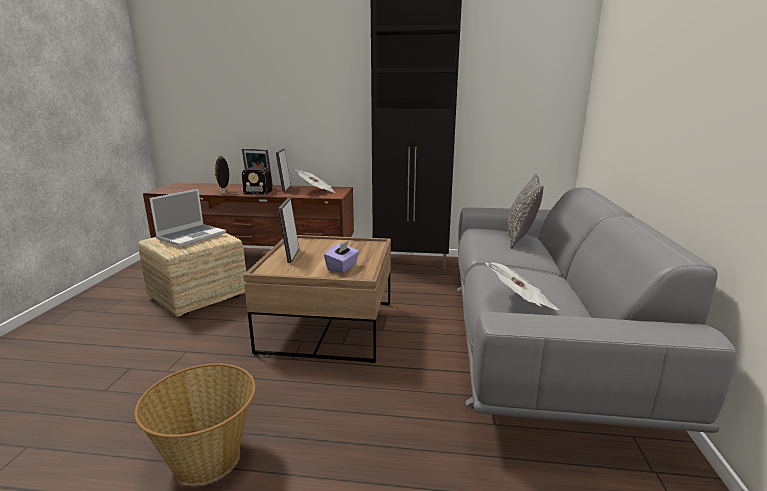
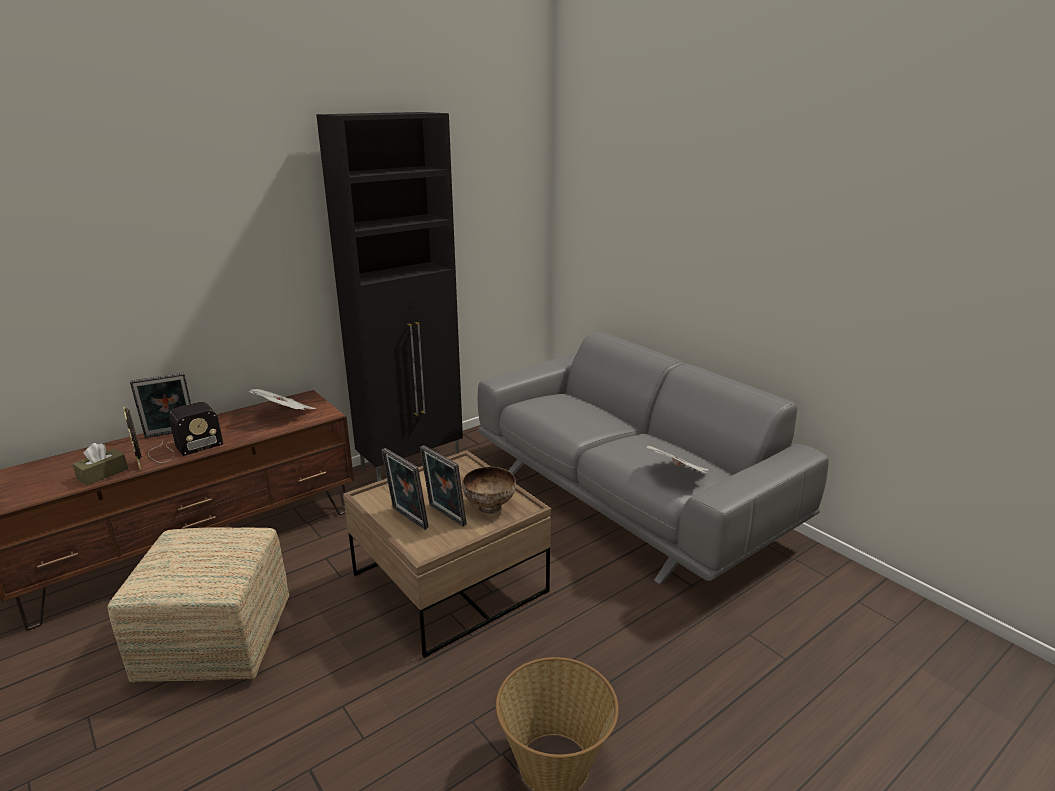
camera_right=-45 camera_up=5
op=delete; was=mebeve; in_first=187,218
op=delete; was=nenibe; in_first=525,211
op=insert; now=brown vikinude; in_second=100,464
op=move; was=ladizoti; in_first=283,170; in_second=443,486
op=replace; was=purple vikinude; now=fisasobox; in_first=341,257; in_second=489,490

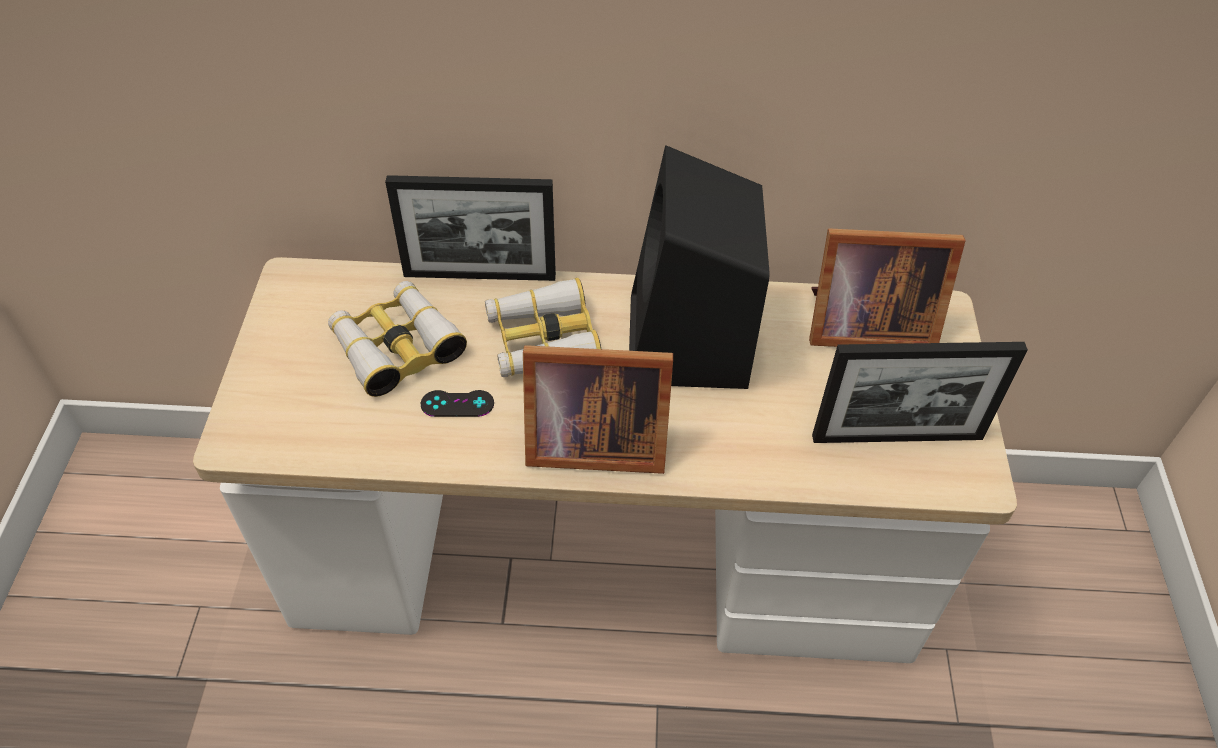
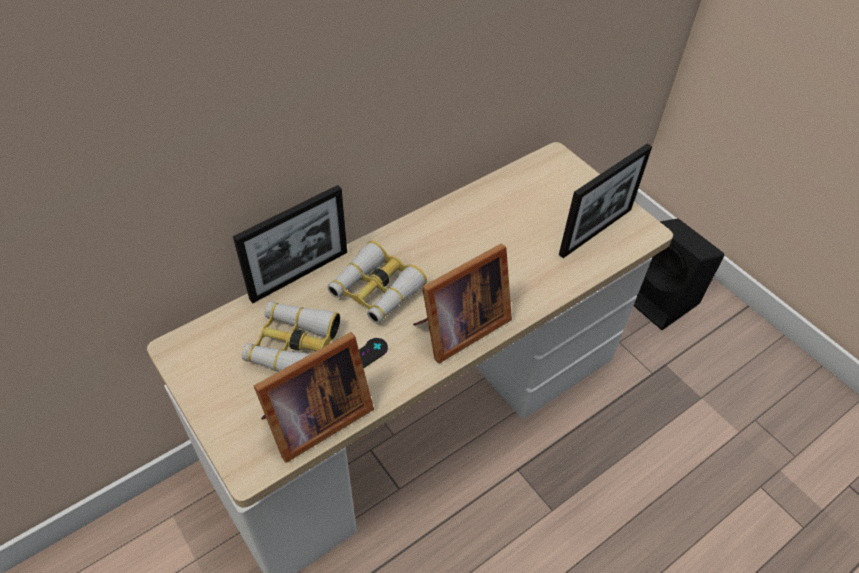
camera_right=-40 camera_up=0
op=move; was=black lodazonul; in_first=699,267; in_second=679,274
op=move; was=ladizoti; in_first=887,287; in_second=314,397

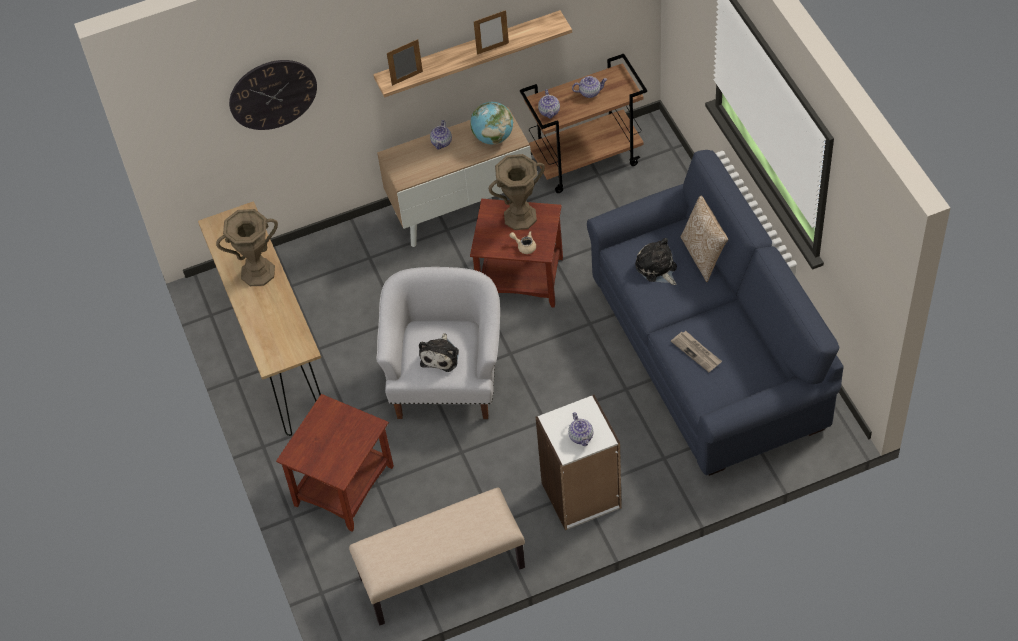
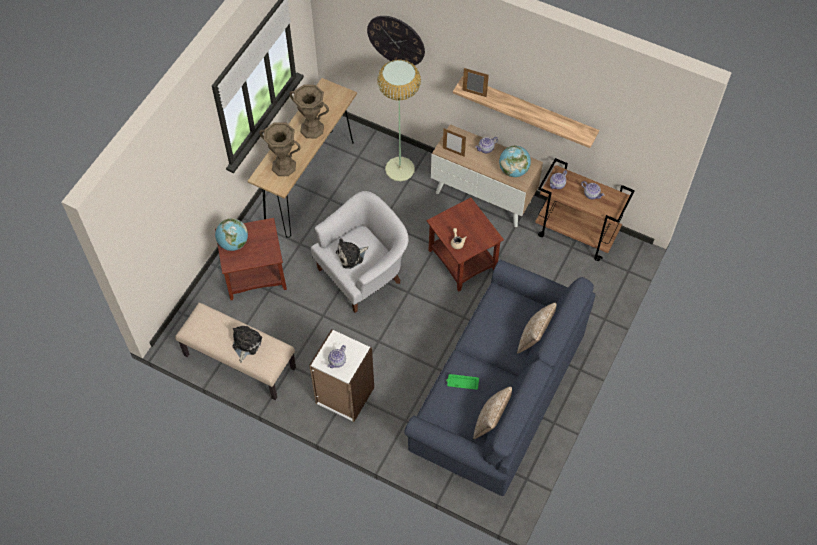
camera_right=45 camera_up=5
op=insert; now=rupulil; in_second=231,234
op=insert; now=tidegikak; in_second=399,120
op=insert; now=nenibe; in_second=492,412
op=move; was=ladizoti; in_first=491,32; in_second=454,142
op=move; was=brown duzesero; in_first=517,192; in_second=280,149
op=move; was=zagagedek; in_first=656,261; in_second=247,344
op=replace; was=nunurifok; now=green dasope; in_first=696,351; in_second=462,382

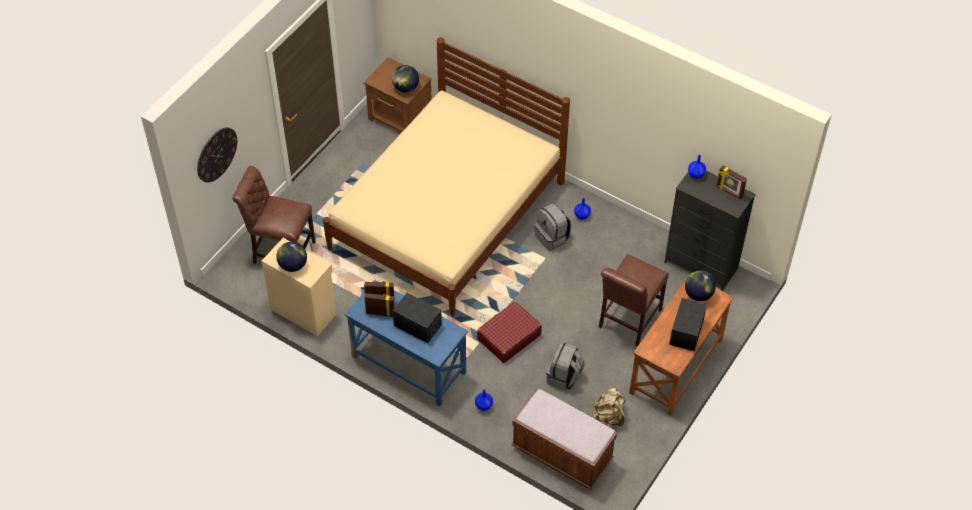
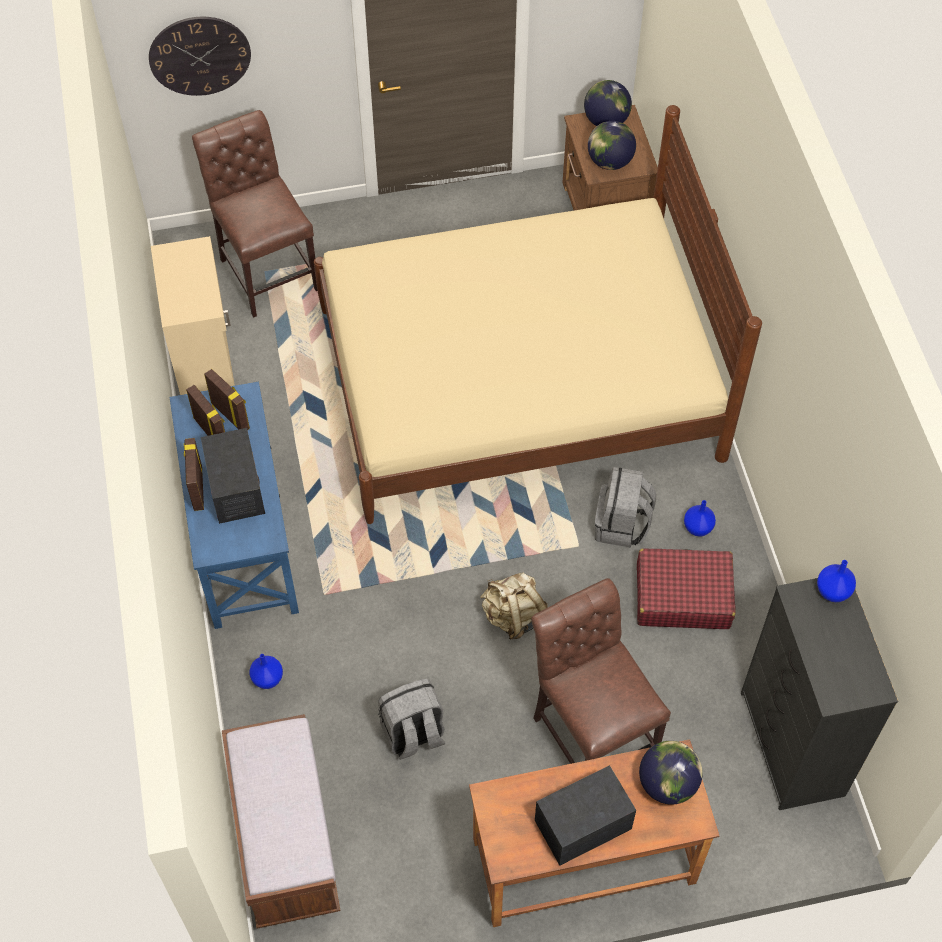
camera_right=45 camera_up=5
op=move; was=rupulil; in_first=291,257; in_second=608,103
op=move; was=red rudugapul; in_first=509,332; in_second=686,588
op=move; was=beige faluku; in_first=609,407; in_second=514,605
op=move; was=ladizoti; in_first=732,182; in_second=194,474
op=rotate; was=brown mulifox; in_first=634,300; in_second=601,671; clockwise=75

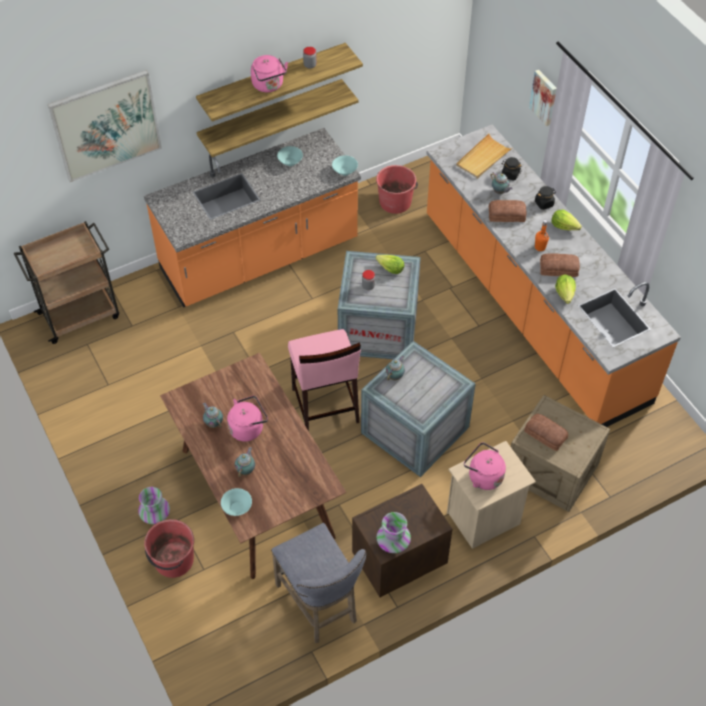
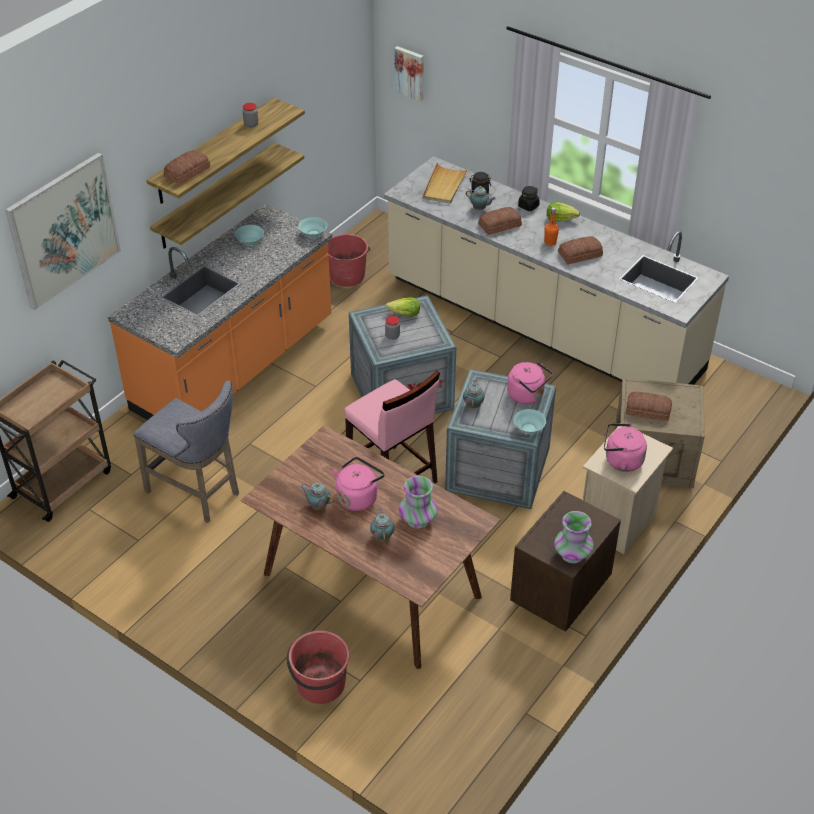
camera_right=-25 camera_up=-10
op=delete; was=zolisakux; in_first=565,289
op=insert; now=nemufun; in_second=187,167
op=move; was=duzesero; in_first=154,505; in_second=418,502
op=move; was=turquoise fisasobox; in_first=236,502; in_second=530,421
op=move; was=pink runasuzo; in_first=269,73; in_second=530,383
op=move; was=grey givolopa; in_first=318,583; in_second=186,452
op=move; was=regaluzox; in_first=543,98; in_second=409,74
op=recolor; was=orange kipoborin; now=beige kipoborin; in_first=553,276; in_second=556,270

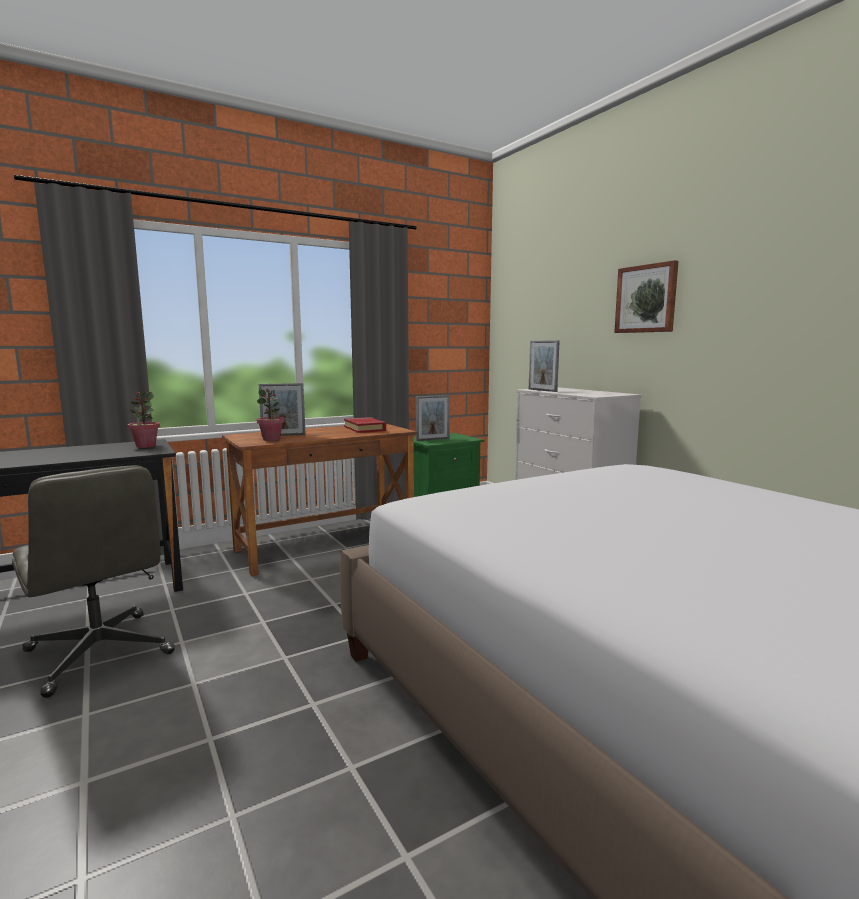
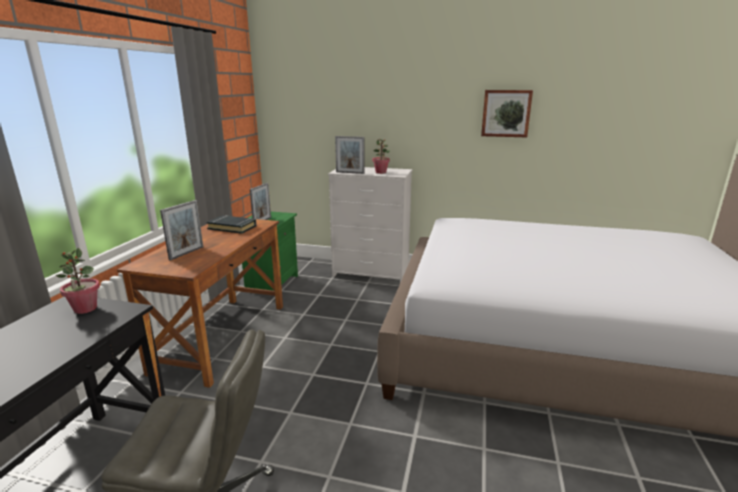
camera_right=-45 camera_up=10
op=move; was=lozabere; in_first=271,415; in_second=381,156
op=move; was=regaluzox; in_first=646,296; in_second=507,113
op=recolor; was=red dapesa; now=black dapesa; in_first=365,425; in_second=232,224

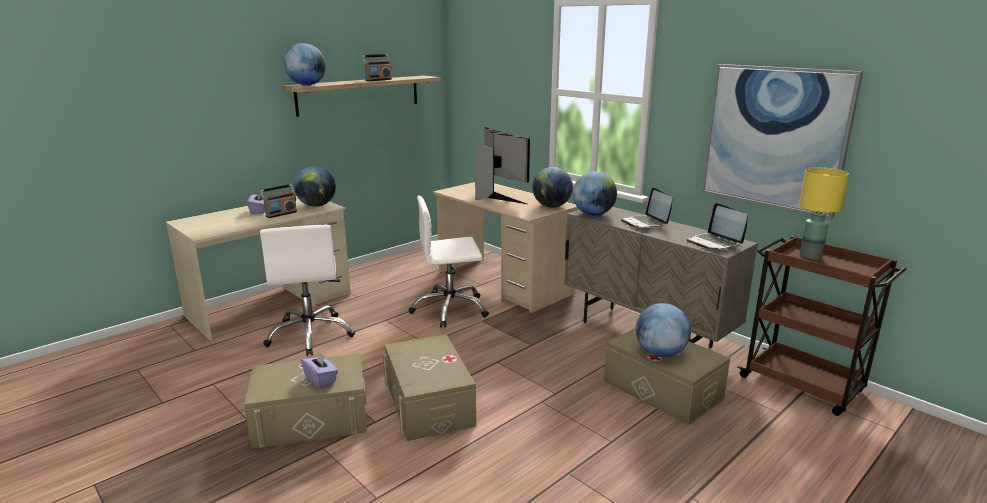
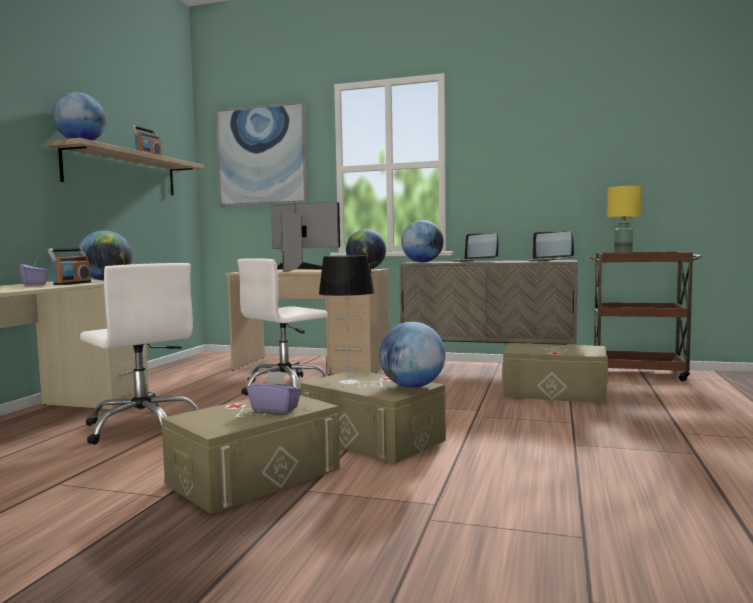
camera_right=-30 camera_up=-15
op=insert; now=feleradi; in_second=347,319
op=move; was=rupulil; in_first=663,330; in_second=412,355
op=move; was=regaluzox; in_first=782,141; in_second=261,154

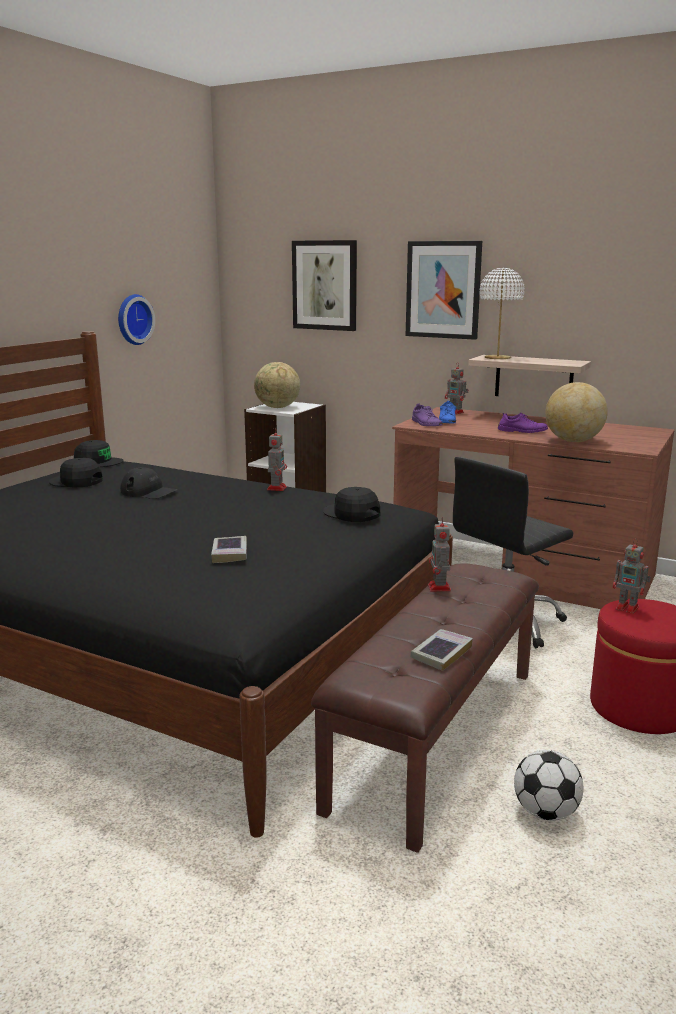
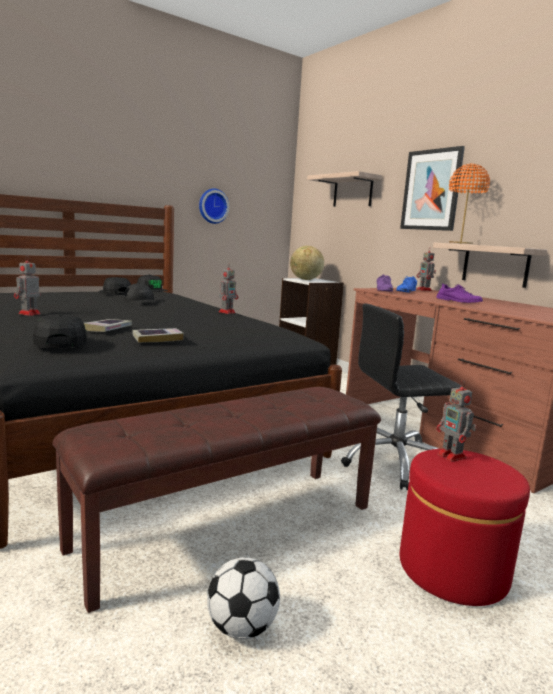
camera_right=25 camera_up=-5
op=delete; was=rupulil; in_first=576,412
op=move; was=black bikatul; in_first=351,504; in_second=60,331
op=move; was=dapesa; in_first=441,650; in_second=158,335
op=move; was=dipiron; in_first=439,554; in_second=27,286
op=replace; was=regaluzox; now=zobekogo; in_first=324,285; in_second=344,189
op=recolor; was=white feleradi; now=orange feleradi; in_first=502,313; in_second=469,204

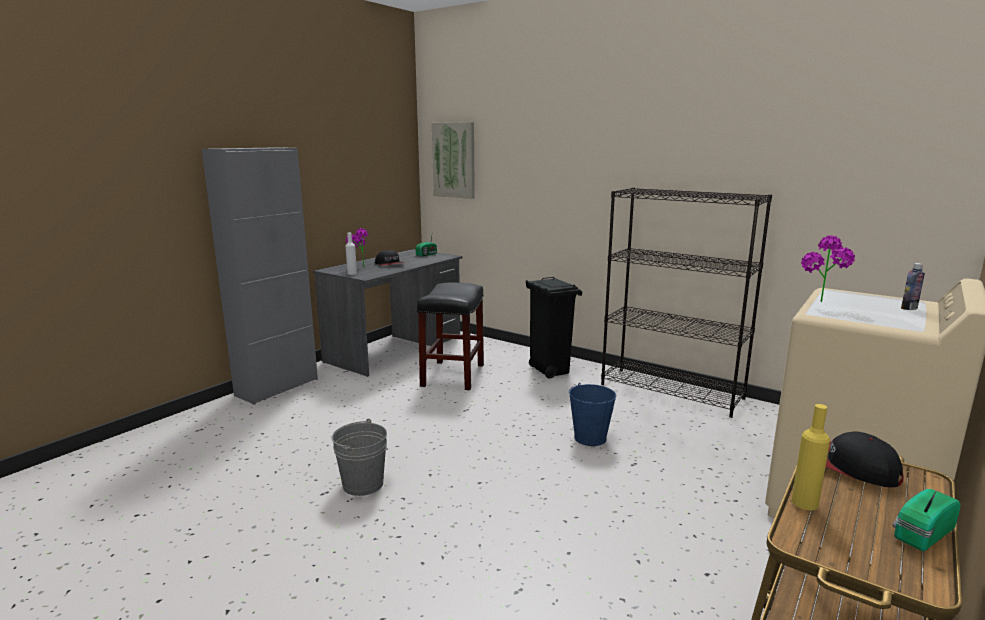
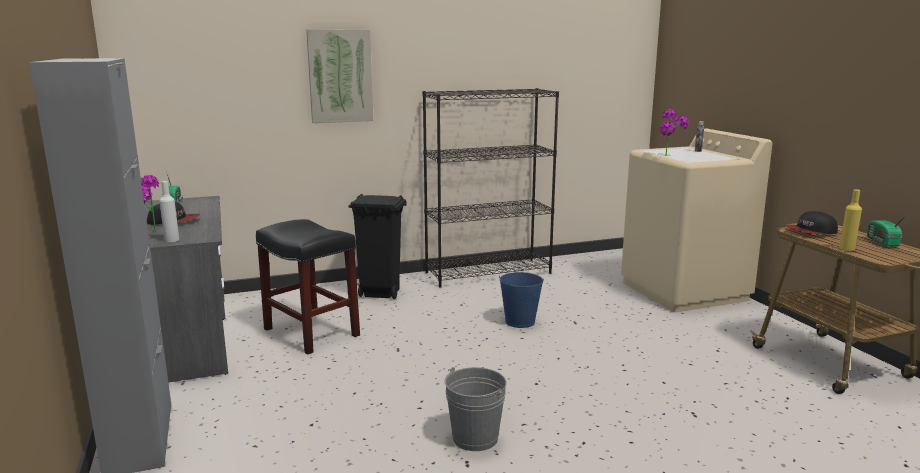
camera_right=-55 camera_up=0
op=move; was=regaluzox; in_first=453,160; in_second=339,76

